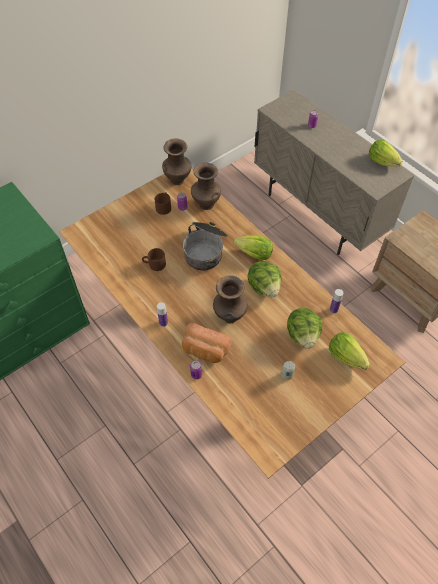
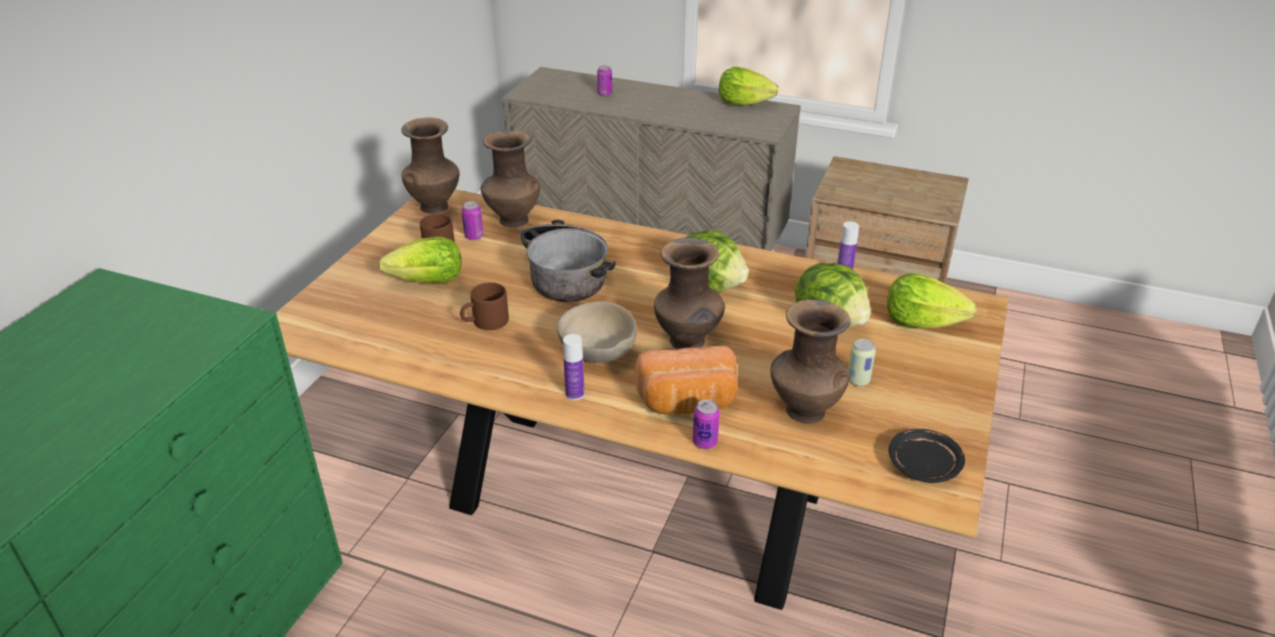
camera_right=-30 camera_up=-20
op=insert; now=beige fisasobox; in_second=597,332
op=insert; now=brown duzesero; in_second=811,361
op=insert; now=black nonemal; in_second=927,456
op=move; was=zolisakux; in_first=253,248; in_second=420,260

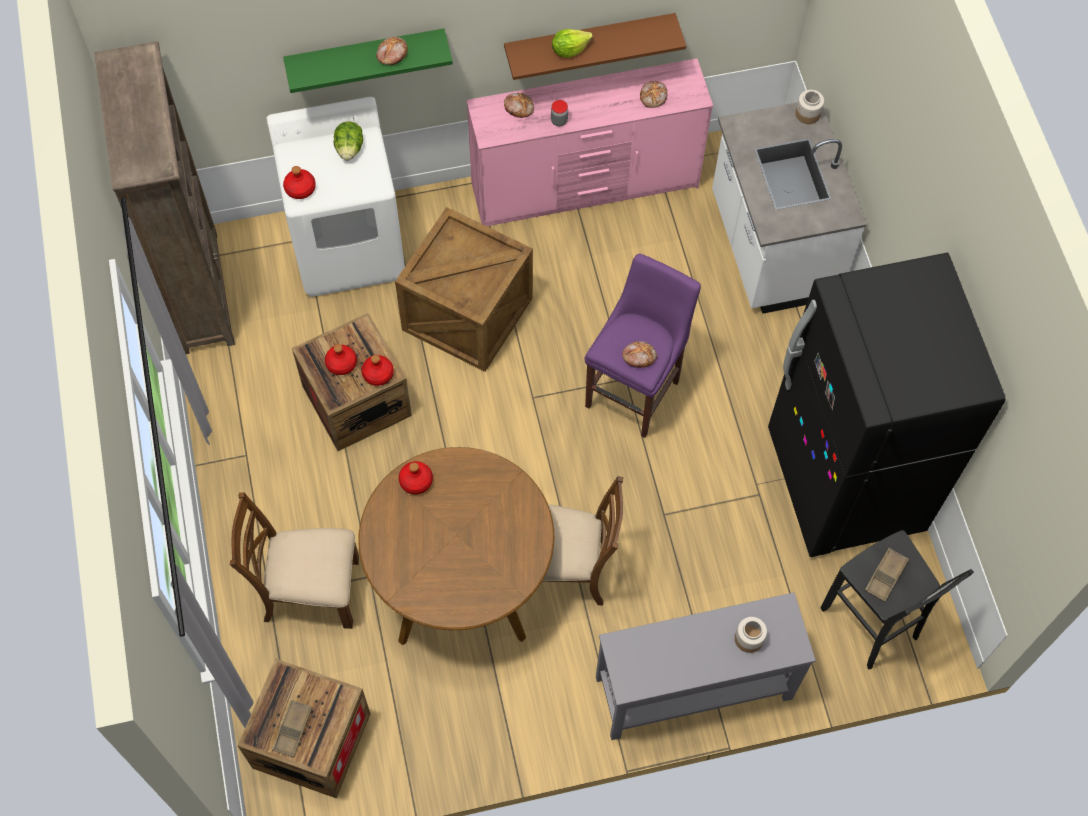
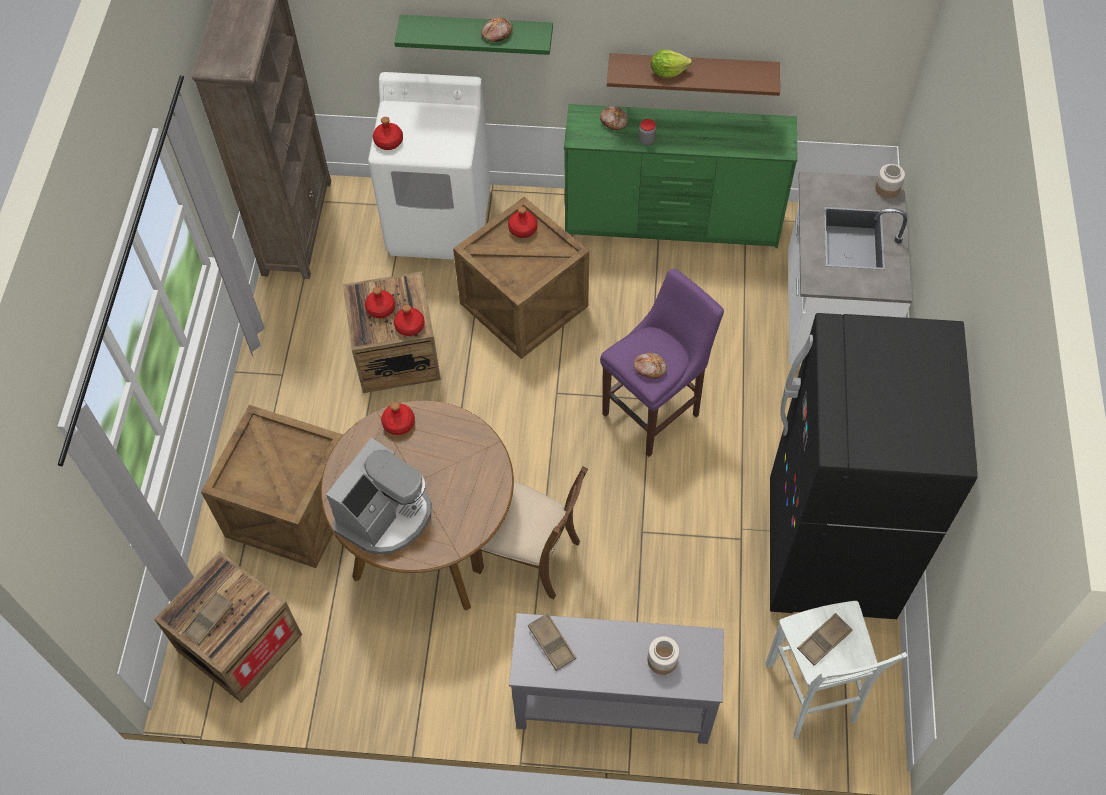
camera_right=20 camera_up=-5
op=delete; was=zolisakux; in_first=348,141
op=delete; was=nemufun; in_first=653,94
op=insert; now=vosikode; in_second=378,496
op=insert; now=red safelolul; in_second=523,222
op=insert; now=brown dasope; in_second=552,642
op=replace; was=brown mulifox; now=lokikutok; in_first=294,560; in_second=272,486
op=recolor; was=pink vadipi; now=green vadipi; in_first=589,142; in_second=680,176
op=recolor; was=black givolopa; now=white givolopa; in_first=897,600; in_second=836,669

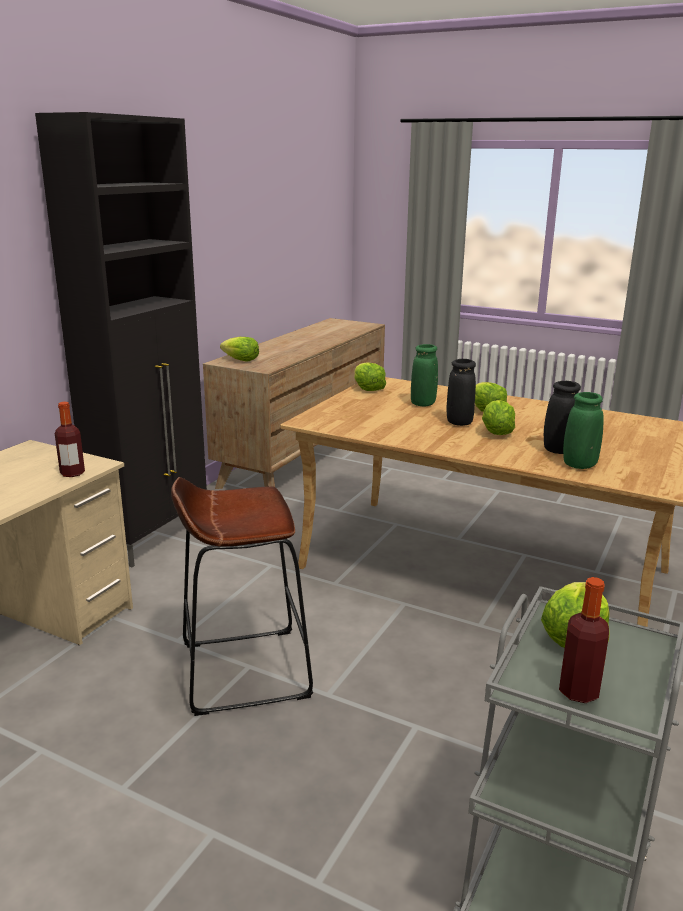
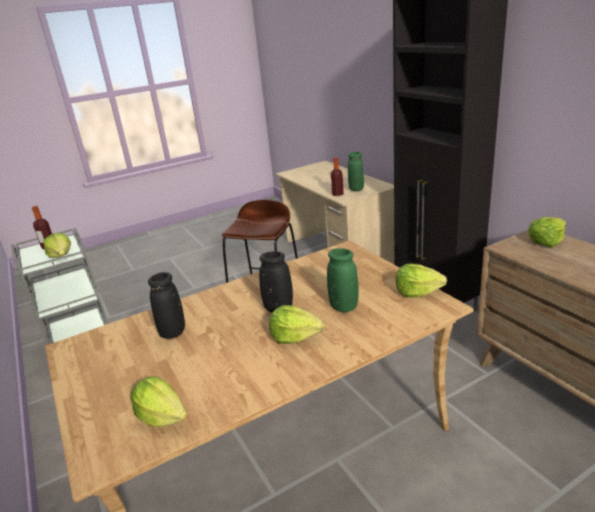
camera_right=125 camera_up=5
op=move; was=zolisakux; in_first=498,417; in_second=159,401
op=move; was=green duzesero; in_first=583,430; in_second=356,171

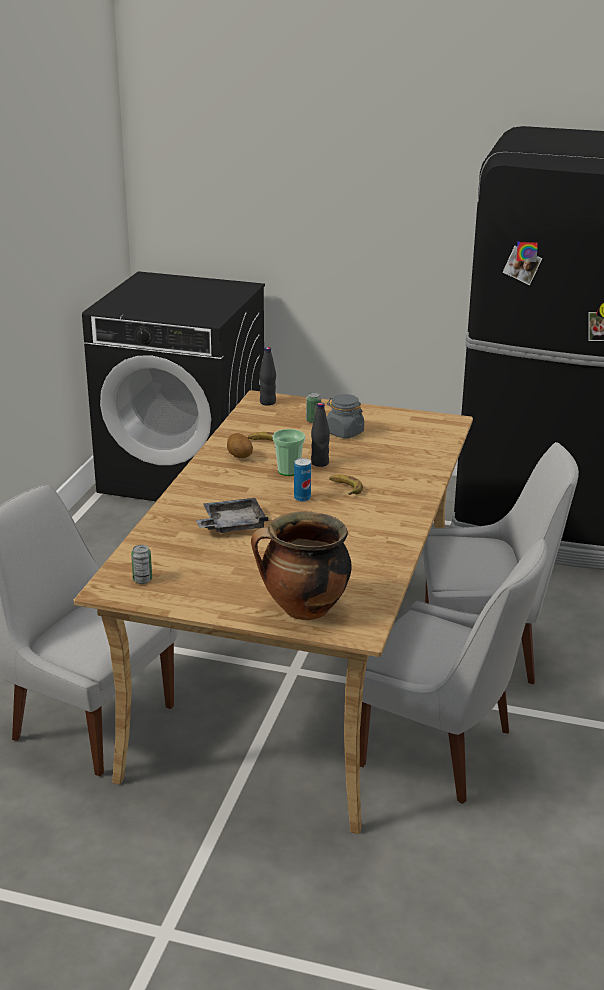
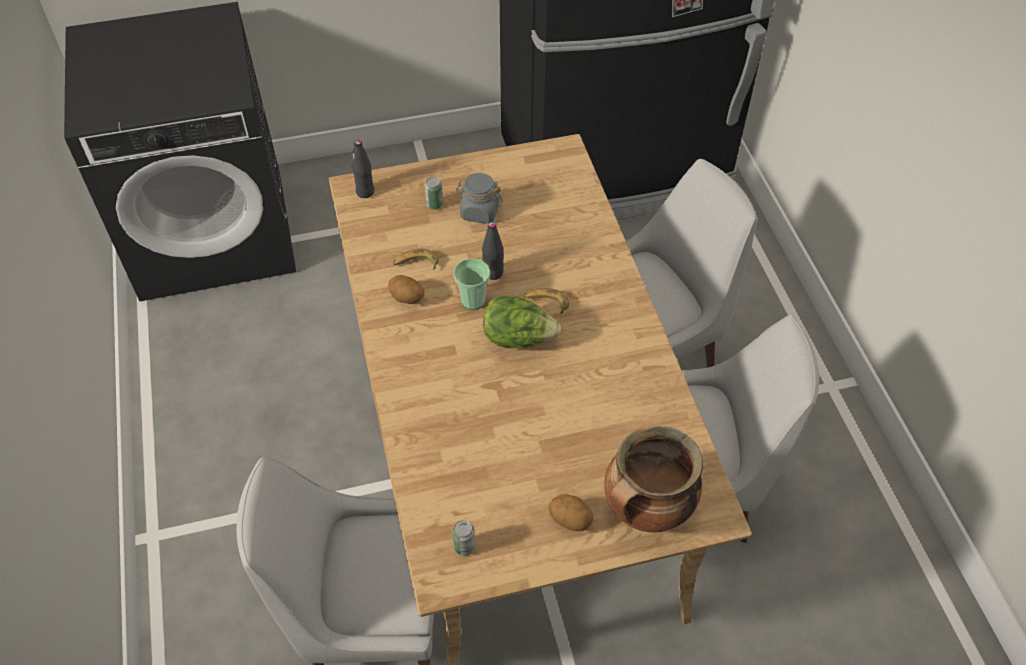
camera_right=-30 camera_up=25
op=delete; was=grey dasope; in_first=232,515
op=insert; now=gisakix; in_second=571,512
op=replace; was=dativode; now=zolisakux; in_first=302,480; in_second=522,322

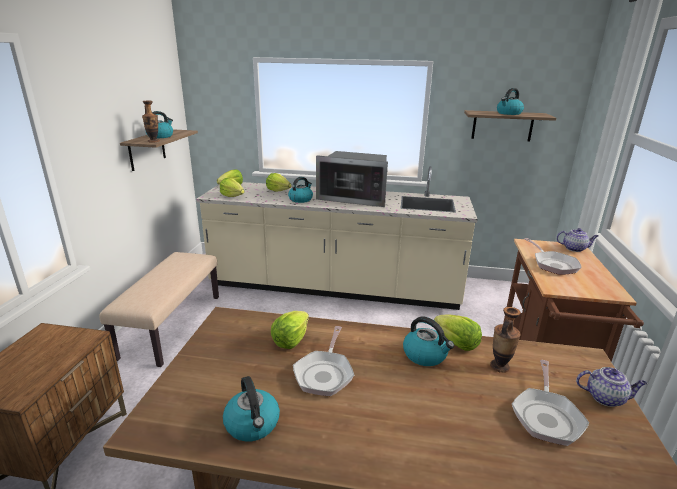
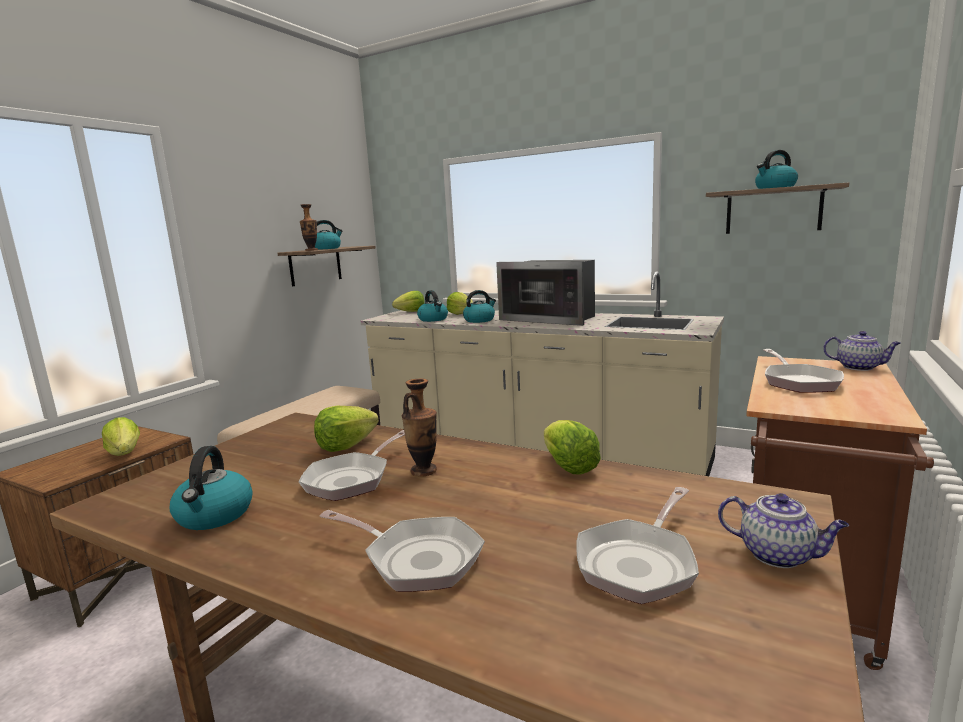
camera_right=20 camera_up=-10
op=insert; now=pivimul; in_second=402,551
op=move; was=zolisakux; in_first=232,187; in_second=121,436
op=move; was=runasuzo; in_first=428,341; in_second=432,306
op=move; was=duzesero; in_first=505,340; in_second=419,428

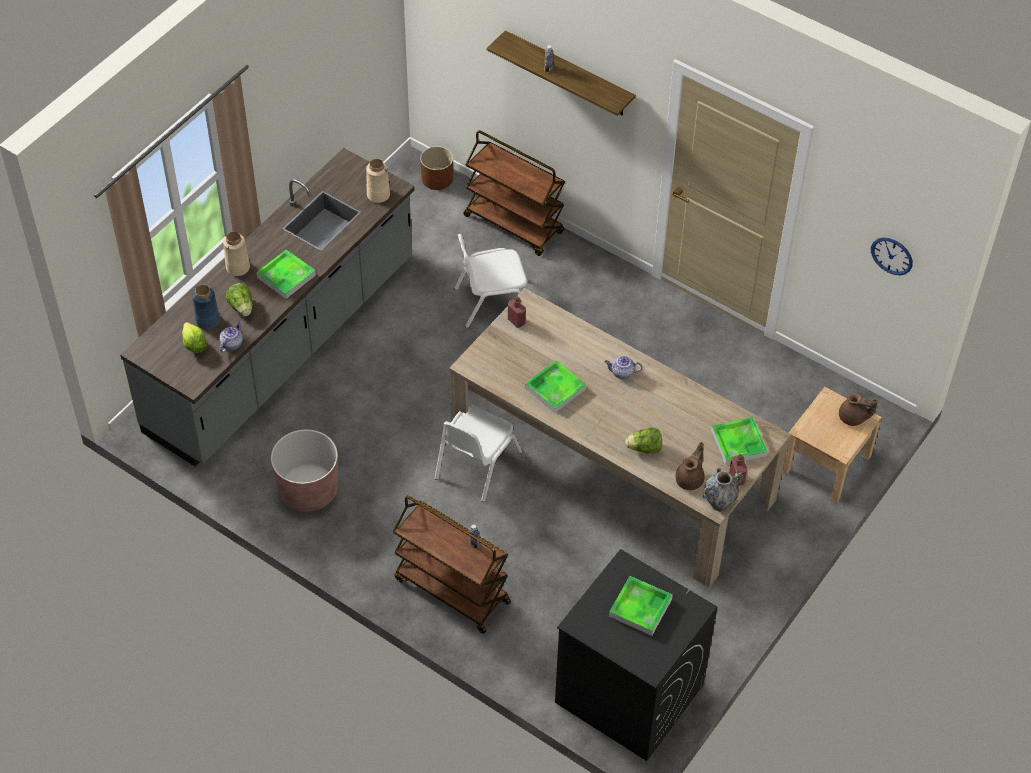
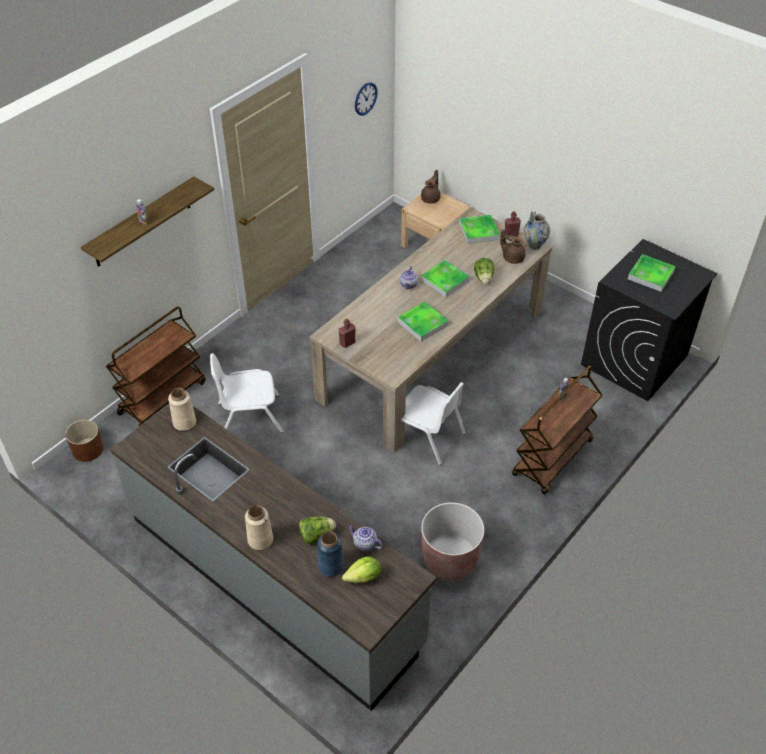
camera_right=-85 camera_up=-5
op=move; was=dasope; in_first=286,274; in_second=445,278
op=rotate; was=white mulifox; in_first=490,281; in_second=247,393; clockwise=90

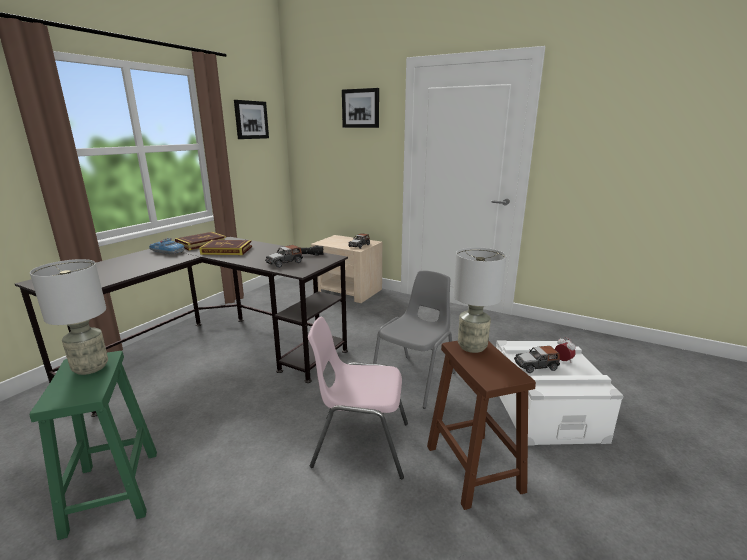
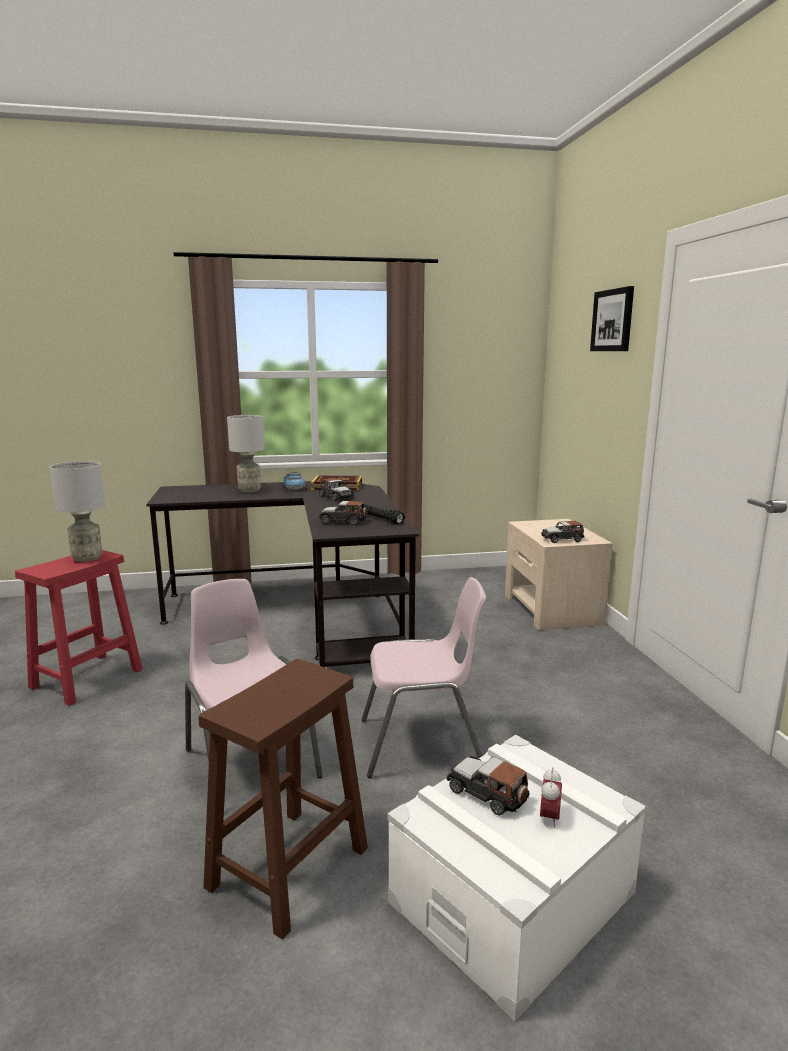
camera_right=50 camera_up=-5
op=delete; was=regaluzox; in_first=251,119
op=move; was=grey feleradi; in_first=479,300; in_second=246,454
op=replace; was=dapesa; now=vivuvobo; in_first=225,247; in_second=336,489
op=recolor; was=green givolopa; now=red givolopa; in_first=93,445; in_second=79,628
op=recolor; was=grey mulifox; now=pink mulifox; in_first=414,339; in_second=424,677

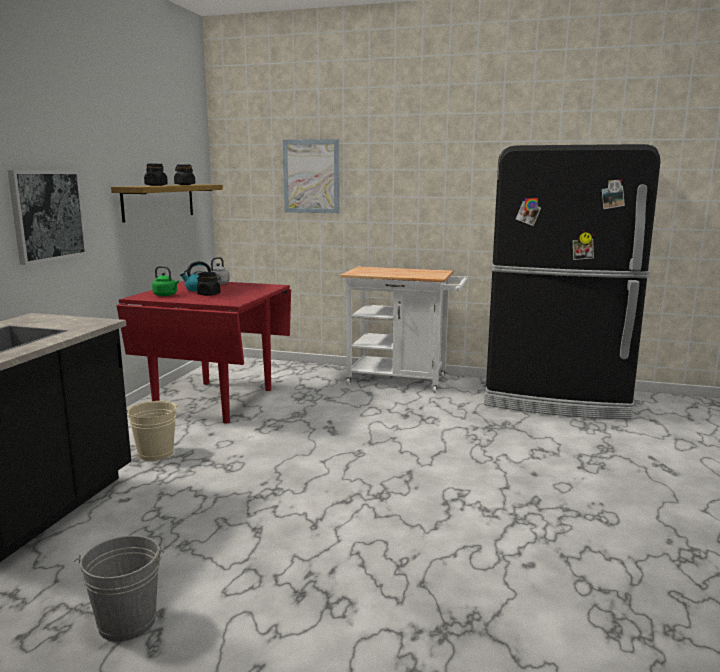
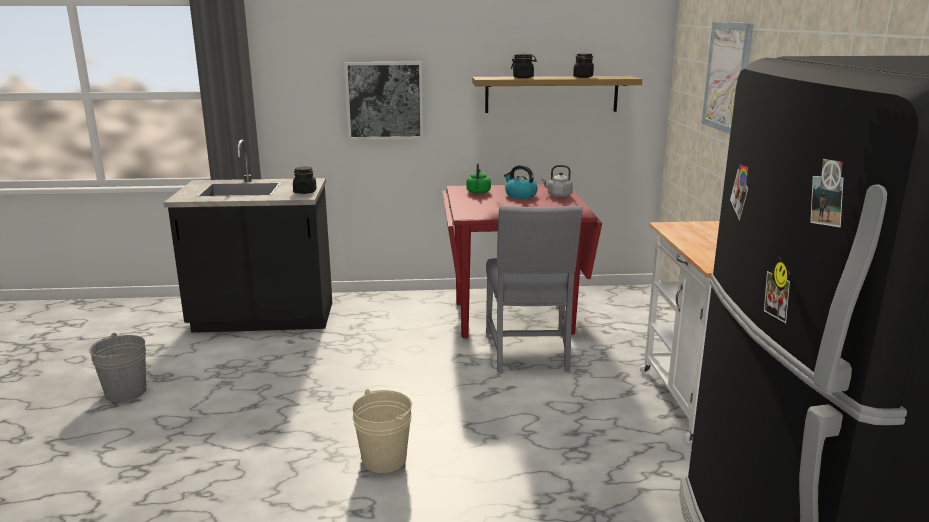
camera_right=70 camera_up=5
op=insert; now=grey mulifox; in_second=534,289
op=move; was=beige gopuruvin; in_first=153,431; in_second=382,431
op=move; was=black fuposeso; in_first=209,284; in_second=304,180

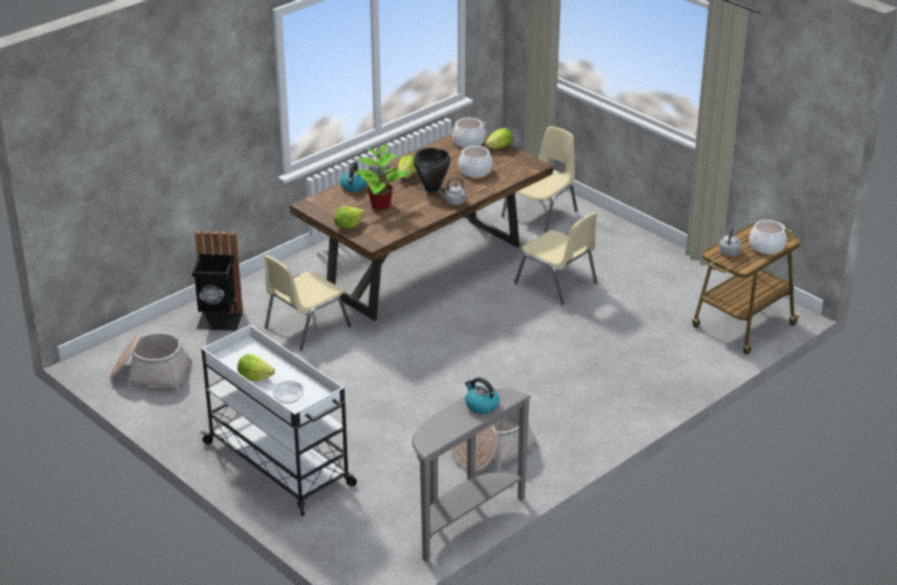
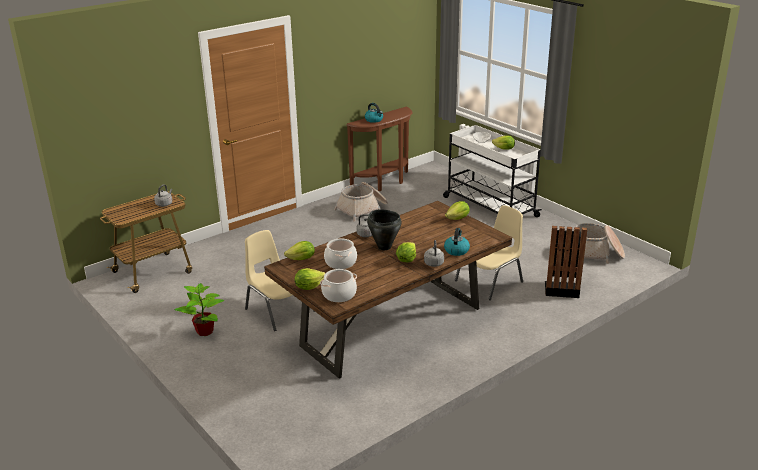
camera_right=-175 camera_up=-5
op=delete; was=beige mulifox; in_first=539,180
op=delete; was=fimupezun; in_first=768,237
op=insert; now=zolisakux; in_second=299,250
op=move; was=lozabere; in_first=382,177; in_second=199,309
op=recolor; was=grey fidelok; now=brown fidelok; in_first=471,475; in_second=379,148

